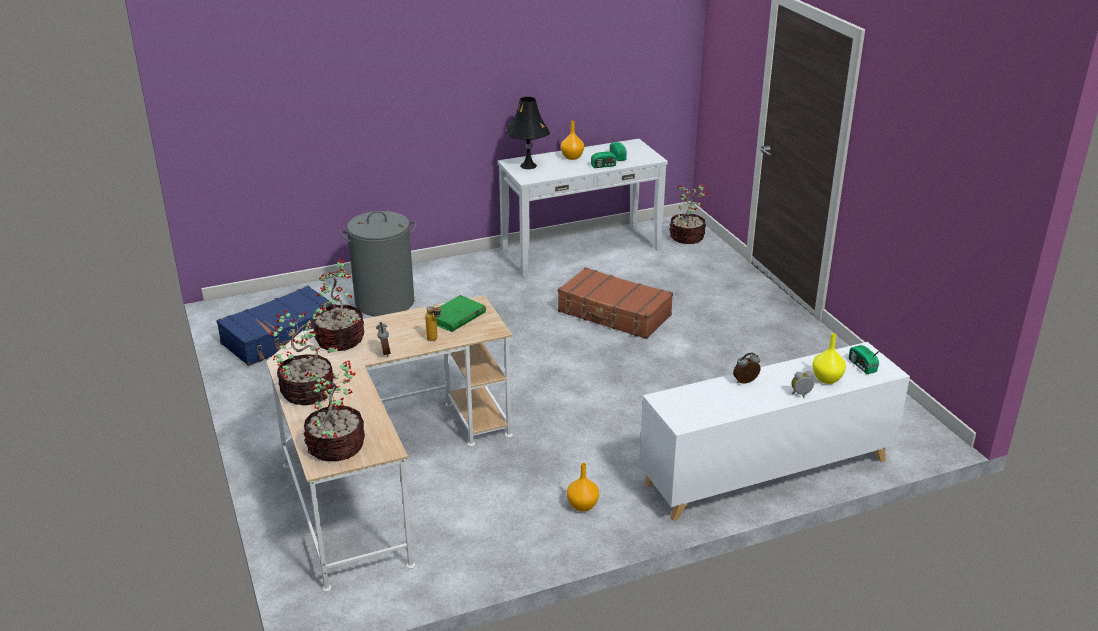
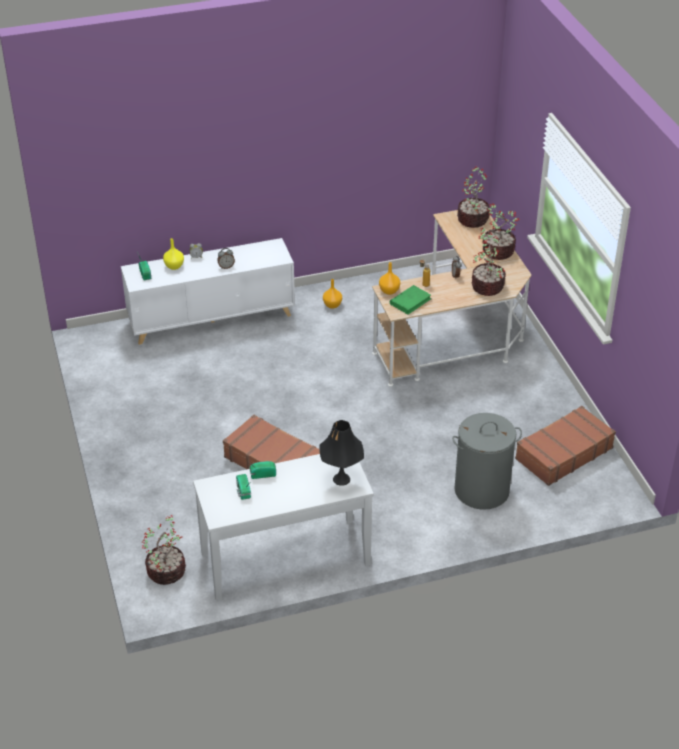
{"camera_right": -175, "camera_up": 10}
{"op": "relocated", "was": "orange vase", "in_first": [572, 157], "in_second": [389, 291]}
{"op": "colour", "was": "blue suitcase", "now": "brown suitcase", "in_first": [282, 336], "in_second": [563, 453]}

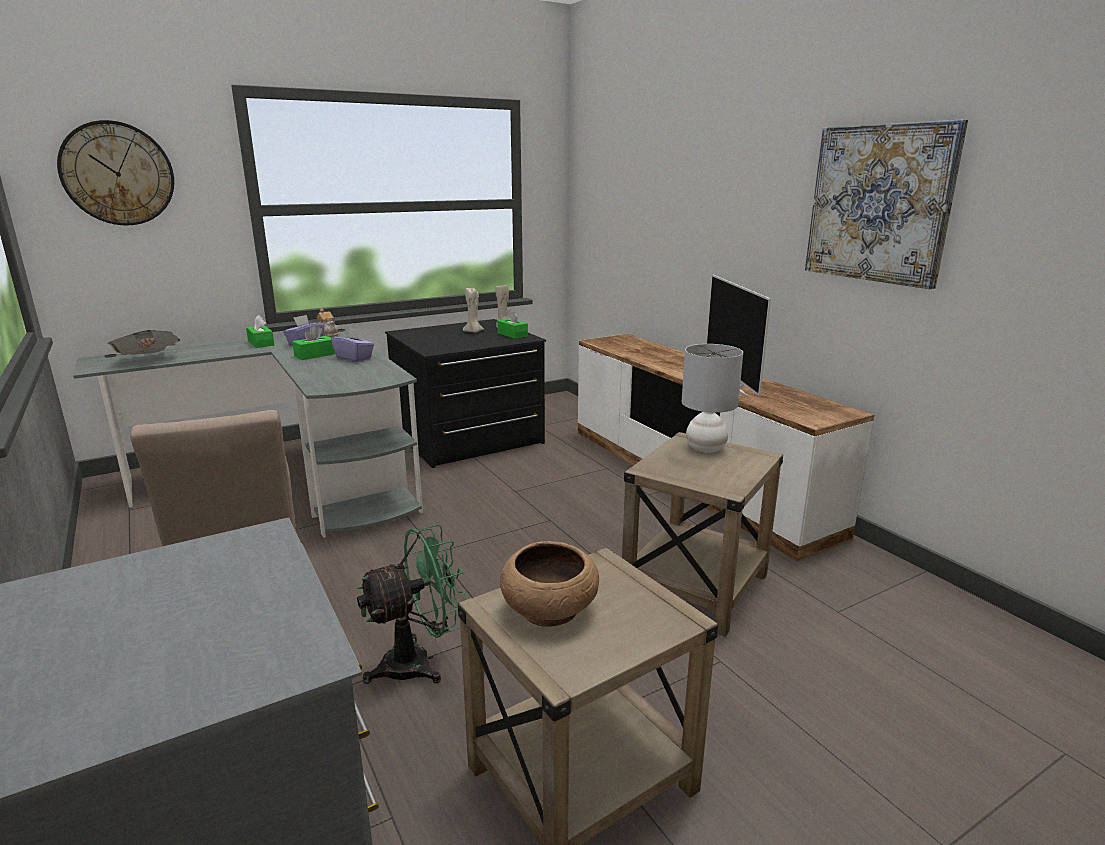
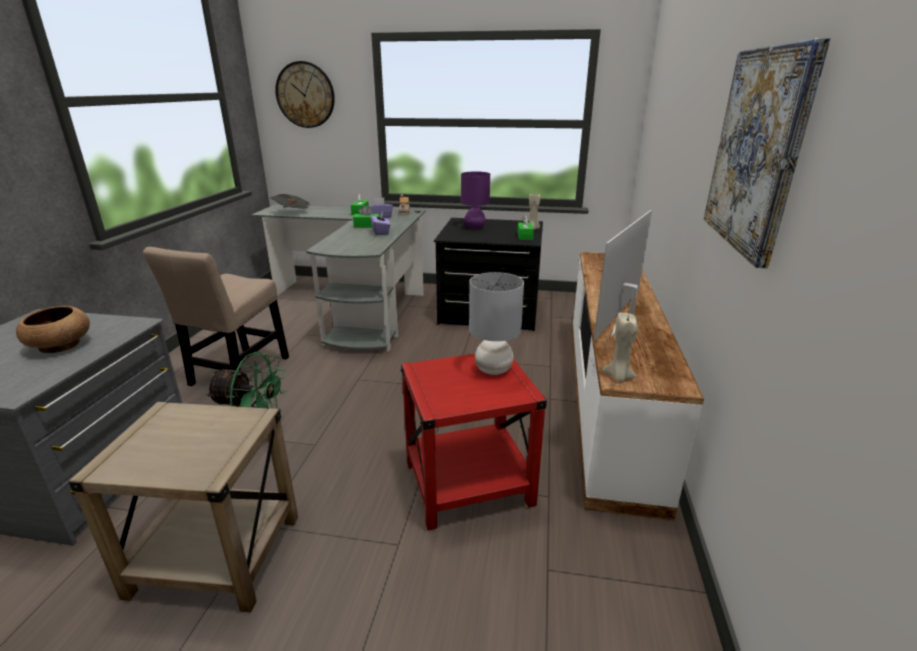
{"camera_right": 40, "camera_up": 5}
{"op": "relocated", "was": "beige candle", "in_first": [473, 332], "in_second": [618, 377]}
{"op": "colour", "was": "beige side table", "now": "red side table", "in_first": [695, 587], "in_second": [469, 483]}
{"op": "relocated", "was": "brown bowl", "in_first": [550, 610], "in_second": [60, 346]}
{"op": "appeared", "now": "purple table lamp", "in_second": [475, 227]}

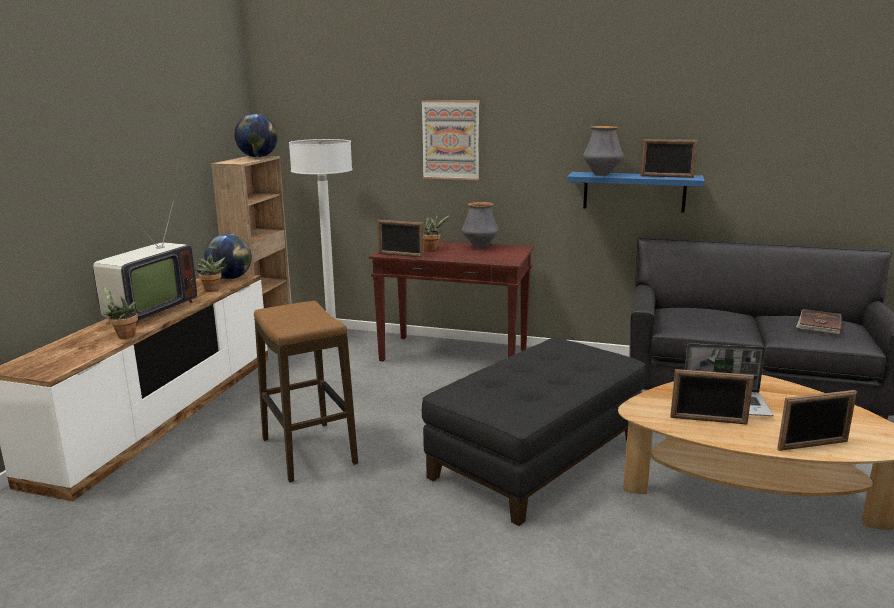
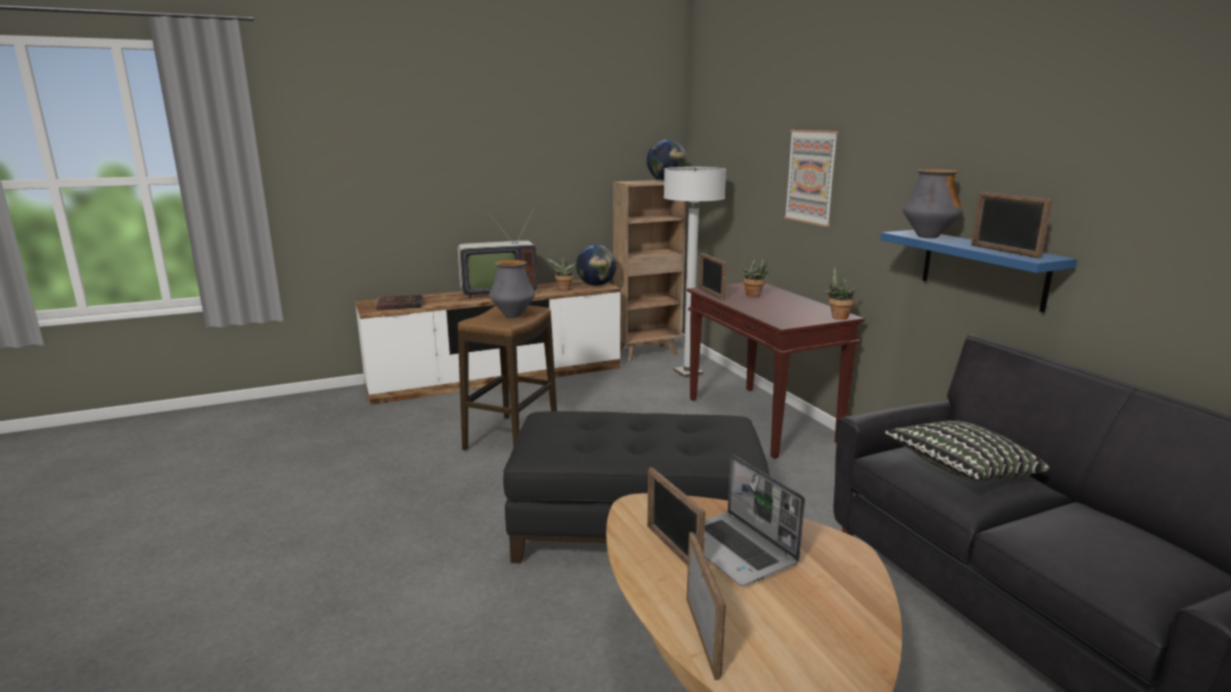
{"camera_right": 50, "camera_up": 0}
{"op": "relocated", "was": "vase", "in_first": [480, 247], "in_second": [513, 315]}
{"op": "relocated", "was": "potted plant", "in_first": [124, 335], "in_second": [837, 317]}
{"op": "relocated", "was": "brown book", "in_first": [818, 324], "in_second": [400, 304]}
{"op": "spun", "was": "picture frame", "in_first": [813, 445], "in_second": [702, 636], "clockwise": -135}
{"op": "appeared", "now": "pillow", "in_second": [960, 471]}

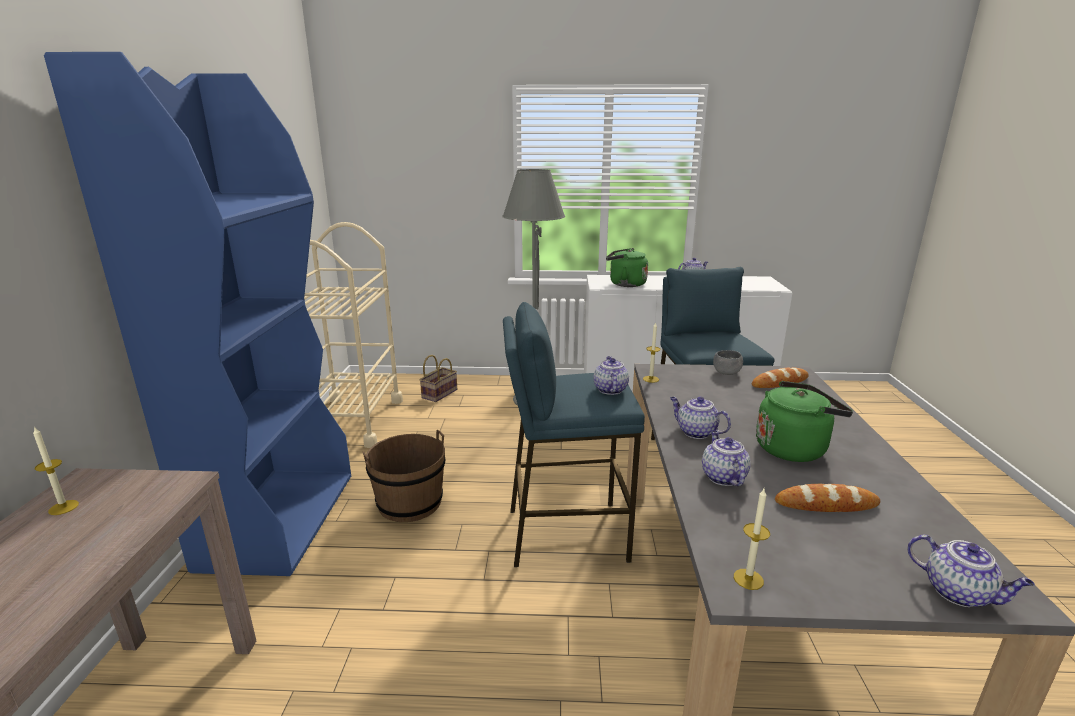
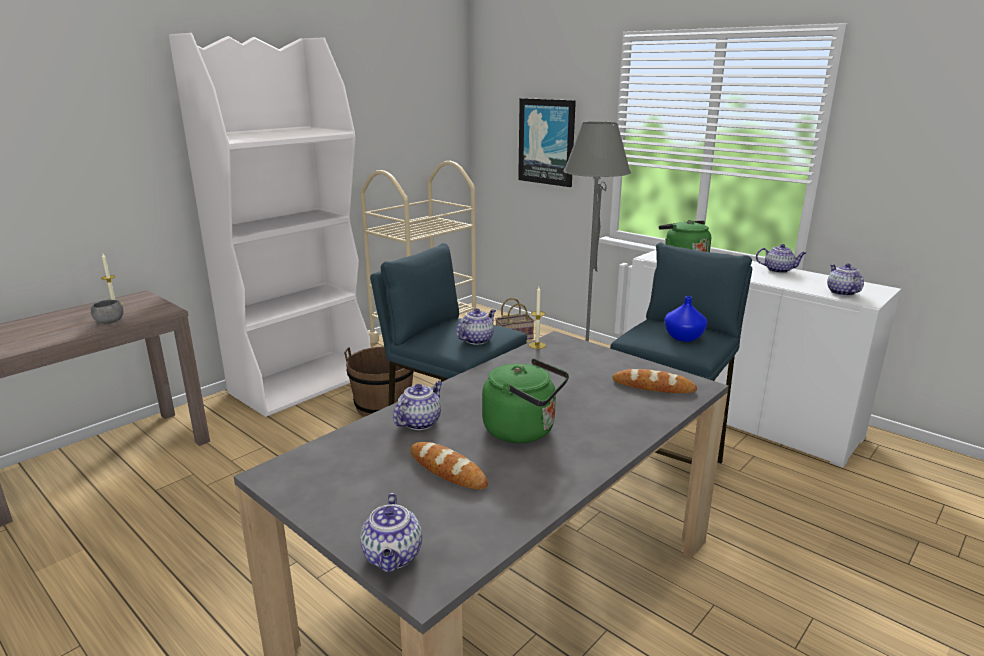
{"camera_right": 40, "camera_up": 0}
{"op": "colour", "was": "blue bookcase", "now": "white bookcase", "in_first": [279, 518], "in_second": [302, 383]}
{"op": "relocated", "was": "grey bowl", "in_first": [726, 372], "in_second": [109, 322]}
{"op": "relocated", "was": "teapot", "in_first": [695, 432], "in_second": [841, 292]}
{"op": "missing", "was": "candle", "in_first": [748, 579]}
{"op": "appeared", "now": "picture", "in_second": [547, 142]}
{"op": "appeared", "now": "blue vase", "in_second": [683, 337]}

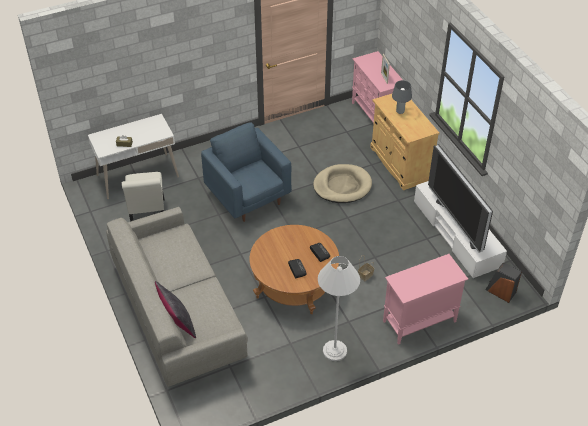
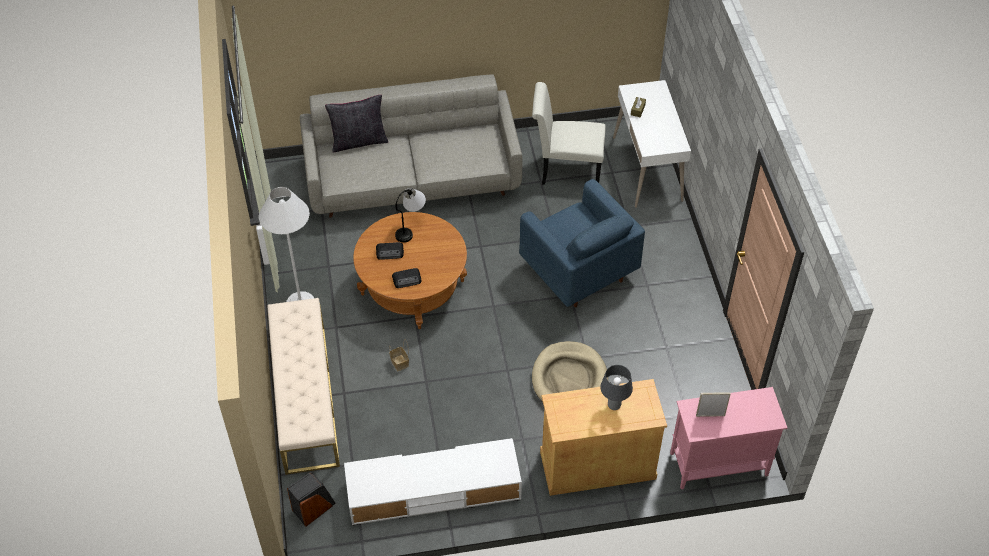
{"camera_right": 105, "camera_up": 5}
{"op": "spun", "was": "blue armchair", "in_first": [248, 197], "in_second": [577, 271], "clockwise": 75}
{"op": "missing", "was": "television", "in_first": [459, 223]}
{"op": "exchanged", "was": "pink cabinet", "now": "beige bench", "in_first": [419, 322], "in_second": [305, 398]}
{"op": "appeared", "now": "table lamp", "in_second": [411, 228]}

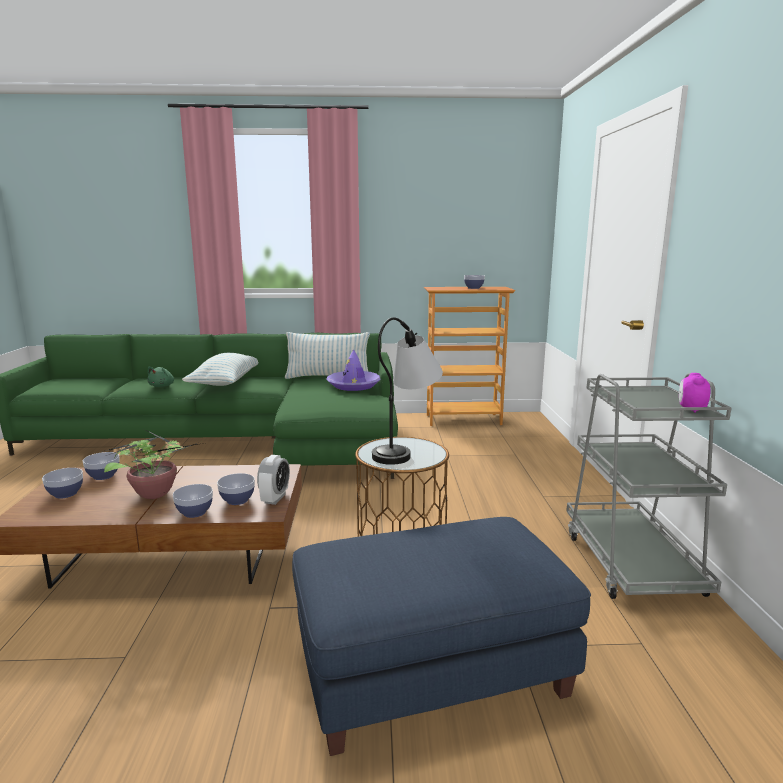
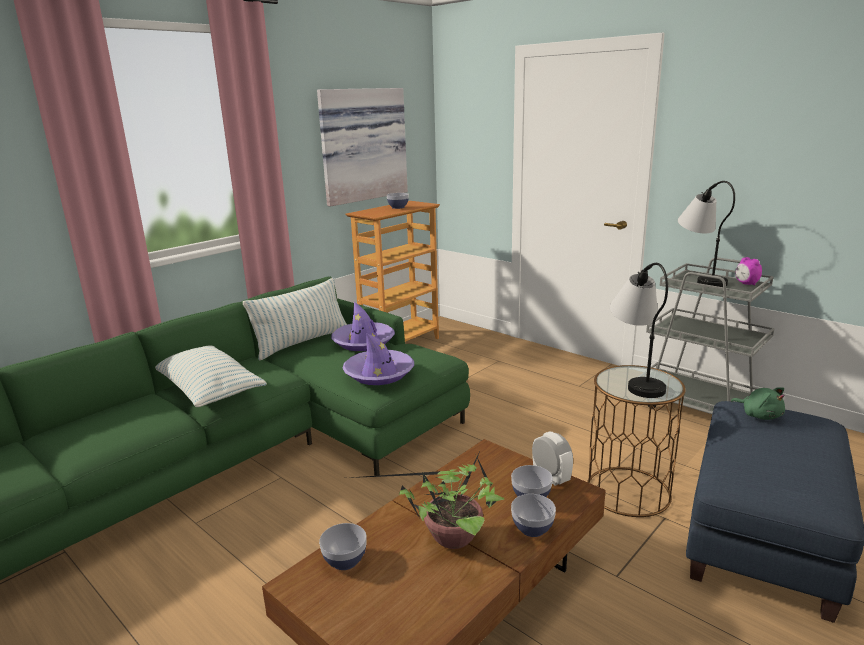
{"camera_right": -45, "camera_up": 5}
{"op": "relocated", "was": "green plush toy", "in_first": [162, 386], "in_second": [759, 415]}
{"op": "missing", "was": "bowl", "in_first": [65, 494]}
{"op": "appeared", "now": "picture", "in_second": [361, 145]}
{"op": "appeared", "now": "table lamp", "in_second": [699, 278]}
{"op": "appeared", "now": "purple hat", "in_second": [379, 373]}

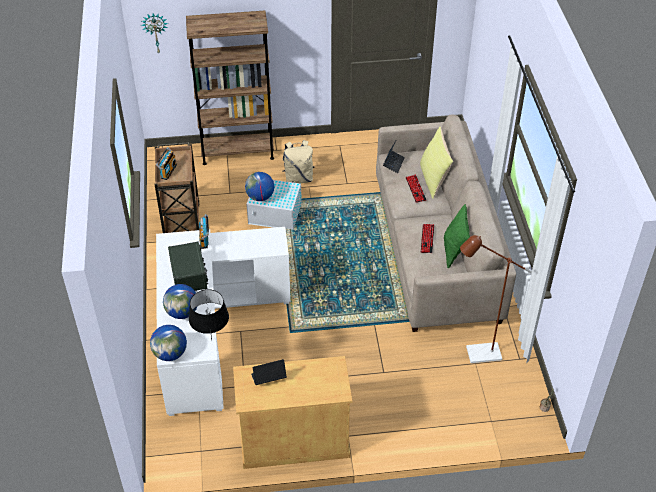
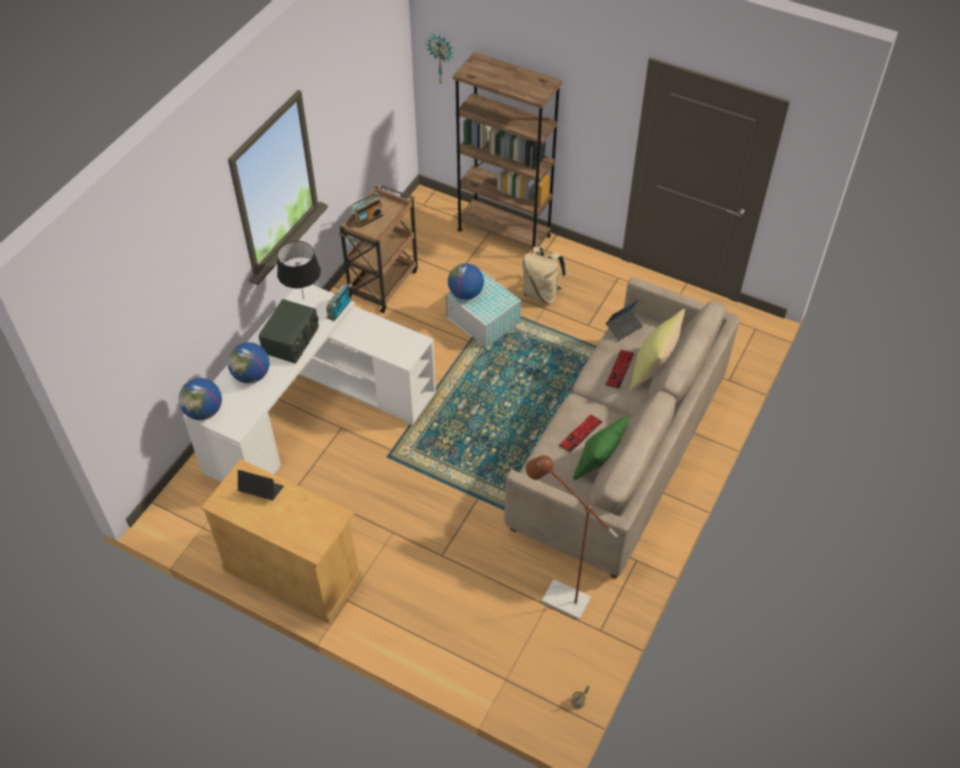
{"camera_right": 35, "camera_up": 5}
{"op": "relocated", "was": "black table lamp", "in_first": [212, 340], "in_second": [304, 299]}

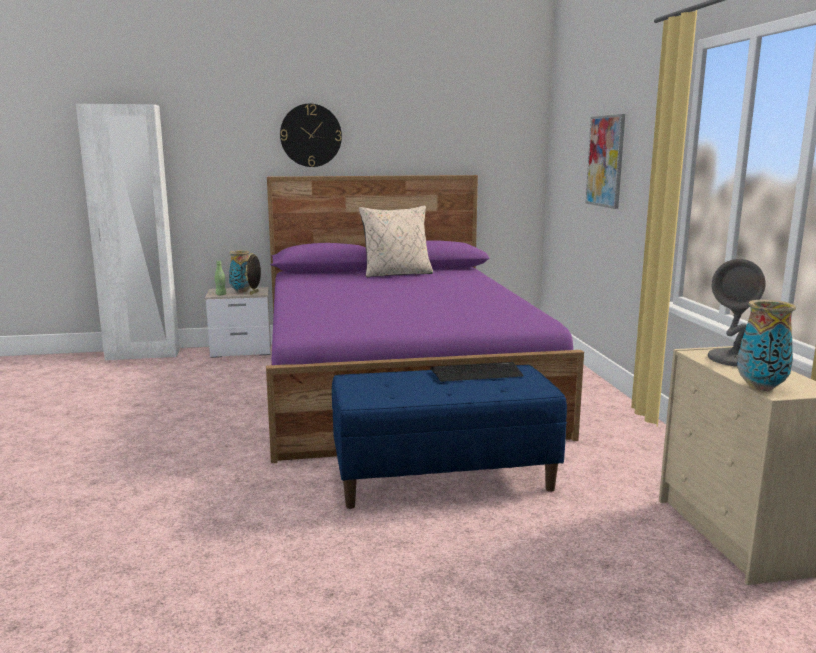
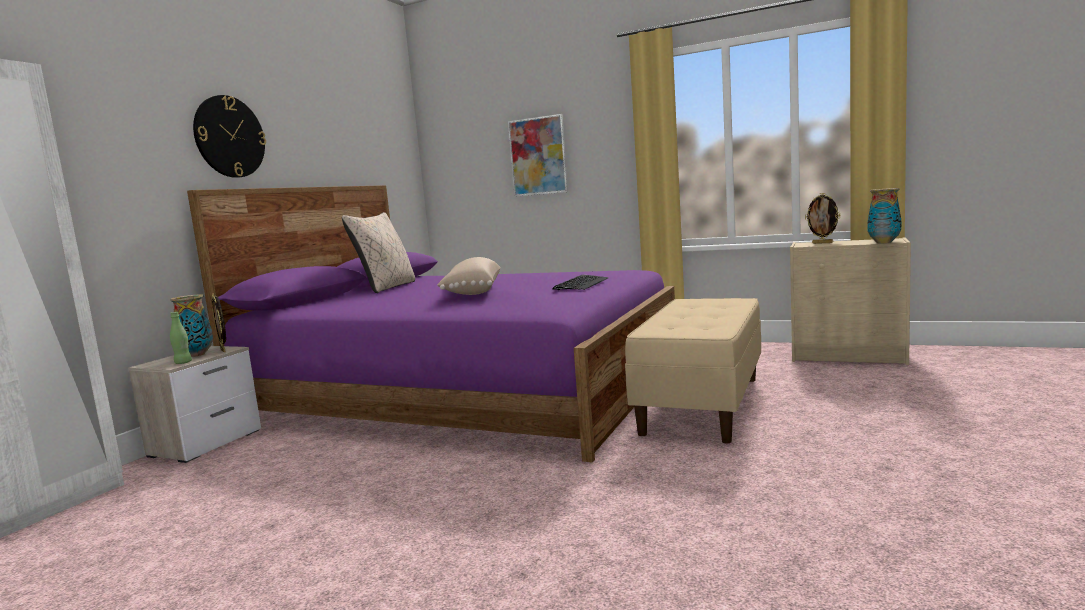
{"camera_right": -55, "camera_up": -5}
{"op": "exchanged", "was": "grey table lamp", "now": "picture frame", "in_first": [736, 359], "in_second": [822, 243]}
{"op": "relocated", "was": "keyboard", "in_first": [477, 373], "in_second": [581, 284]}
{"op": "colour", "was": "blue bench", "now": "beige bench", "in_first": [444, 478], "in_second": [701, 404]}
{"op": "appeared", "now": "beige pillow", "in_second": [471, 292]}

